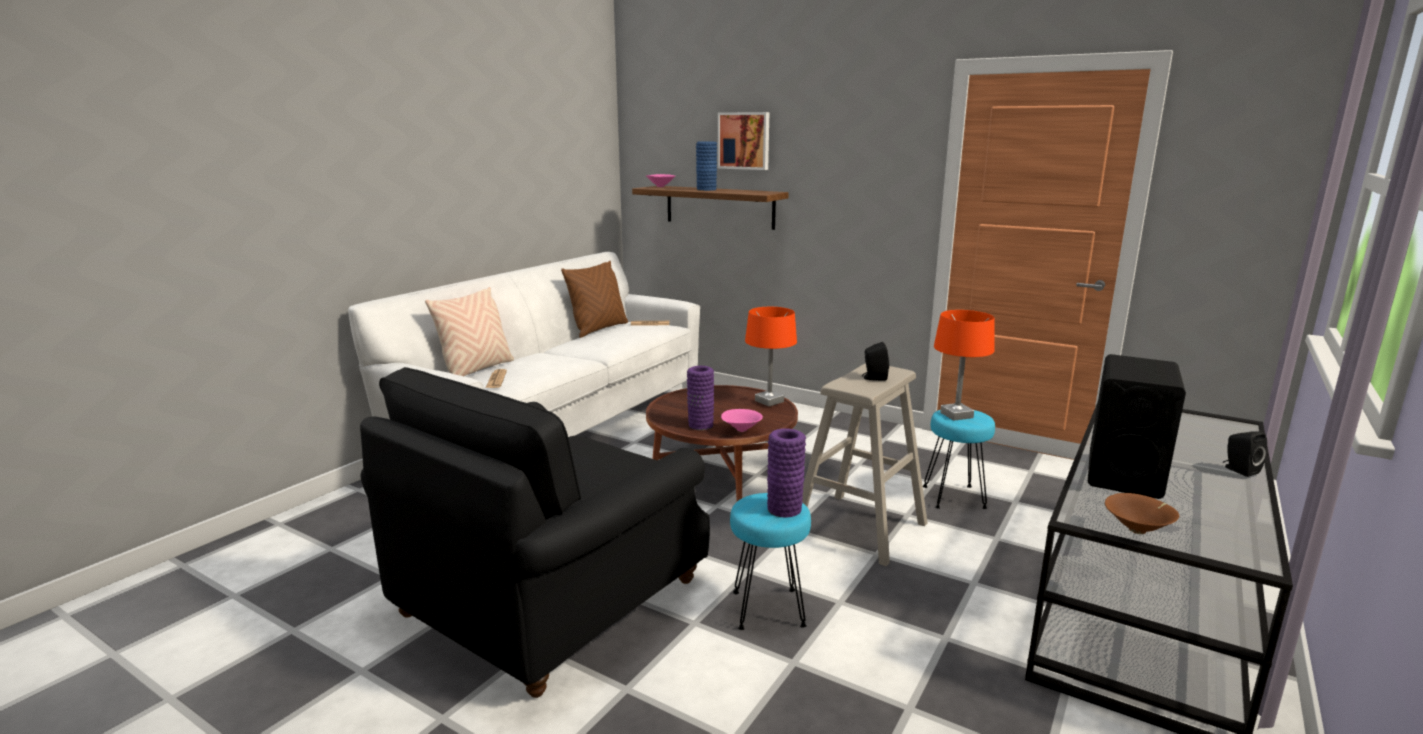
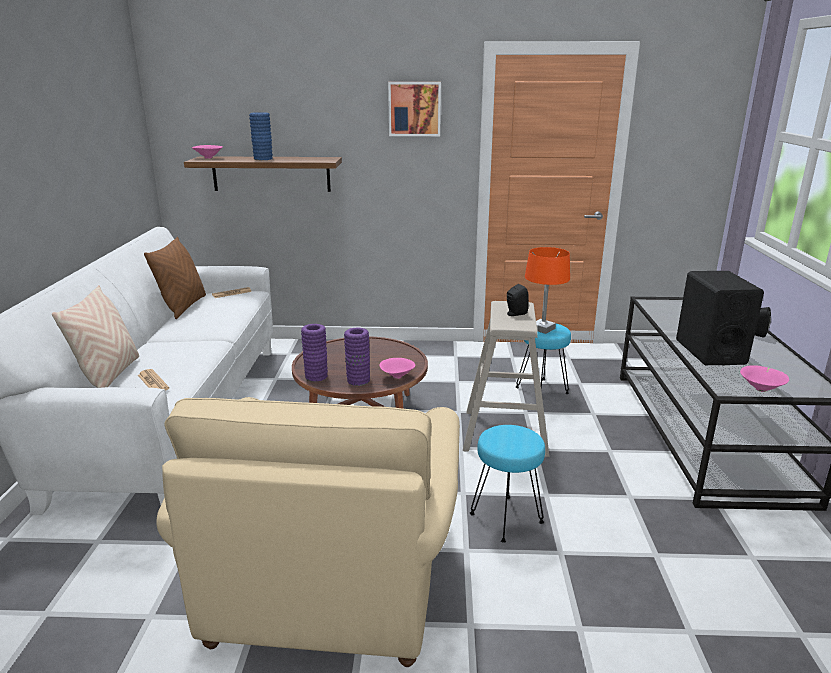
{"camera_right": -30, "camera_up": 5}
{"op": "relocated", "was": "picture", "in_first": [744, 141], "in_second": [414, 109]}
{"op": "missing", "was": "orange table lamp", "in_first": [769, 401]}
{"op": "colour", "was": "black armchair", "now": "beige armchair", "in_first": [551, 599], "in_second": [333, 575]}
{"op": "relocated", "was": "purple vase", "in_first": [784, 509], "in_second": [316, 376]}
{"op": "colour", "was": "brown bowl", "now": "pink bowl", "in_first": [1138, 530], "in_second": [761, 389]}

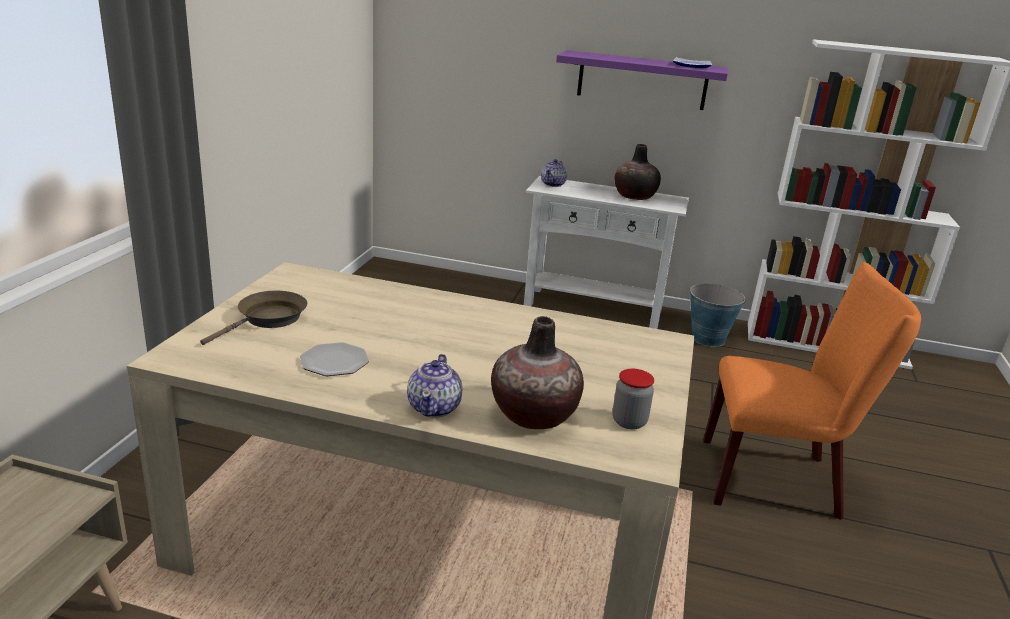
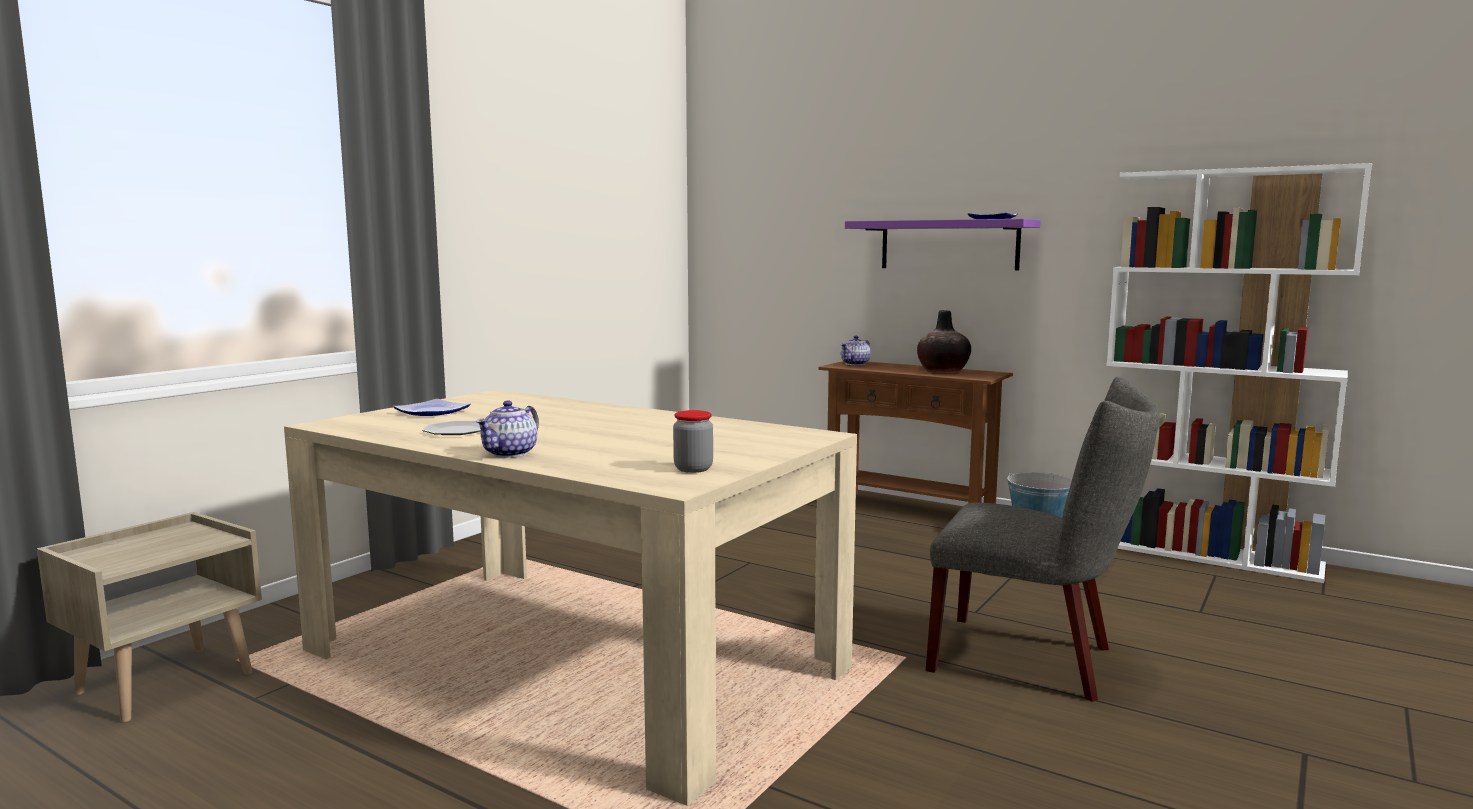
{"camera_right": 20, "camera_up": -15}
{"op": "colour", "was": "white console table", "now": "brown console table", "in_first": [593, 308], "in_second": [909, 509]}
{"op": "colour", "was": "orange chair", "now": "grey chair", "in_first": [779, 479], "in_second": [1033, 660]}
{"op": "exchanged", "was": "brown frying pan", "now": "plate", "in_first": [268, 319], "in_second": [434, 412]}
{"op": "missing", "was": "vase", "in_first": [533, 415]}

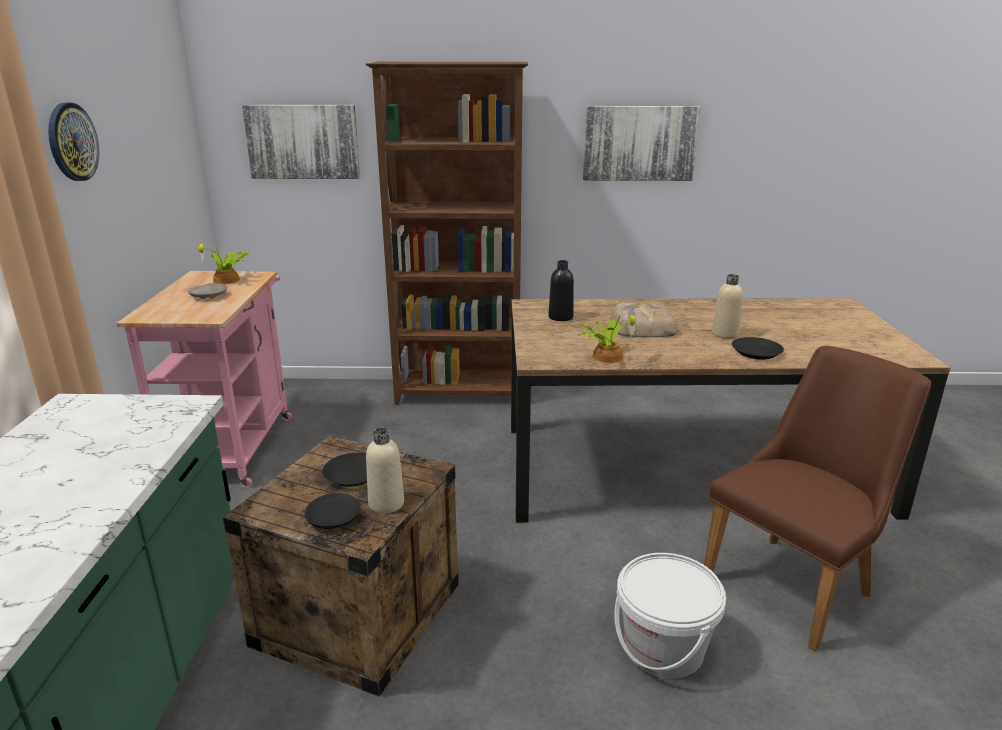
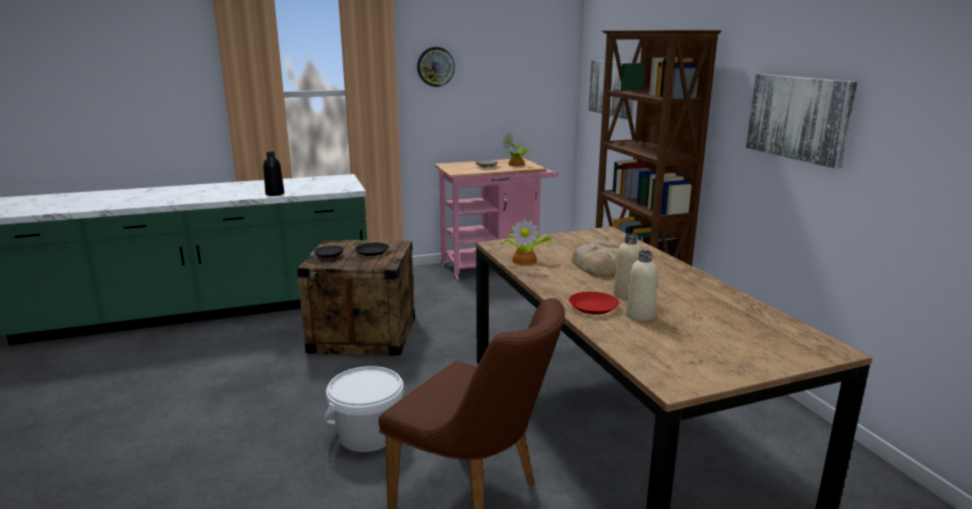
{"camera_right": 70, "camera_up": -5}
{"op": "relocated", "was": "black bottle", "in_first": [560, 317], "in_second": [275, 194]}
{"op": "colour", "was": "black plate", "now": "red plate", "in_first": [756, 352], "in_second": [593, 307]}
{"op": "relocated", "was": "beige bottle", "in_first": [386, 503], "in_second": [640, 315]}

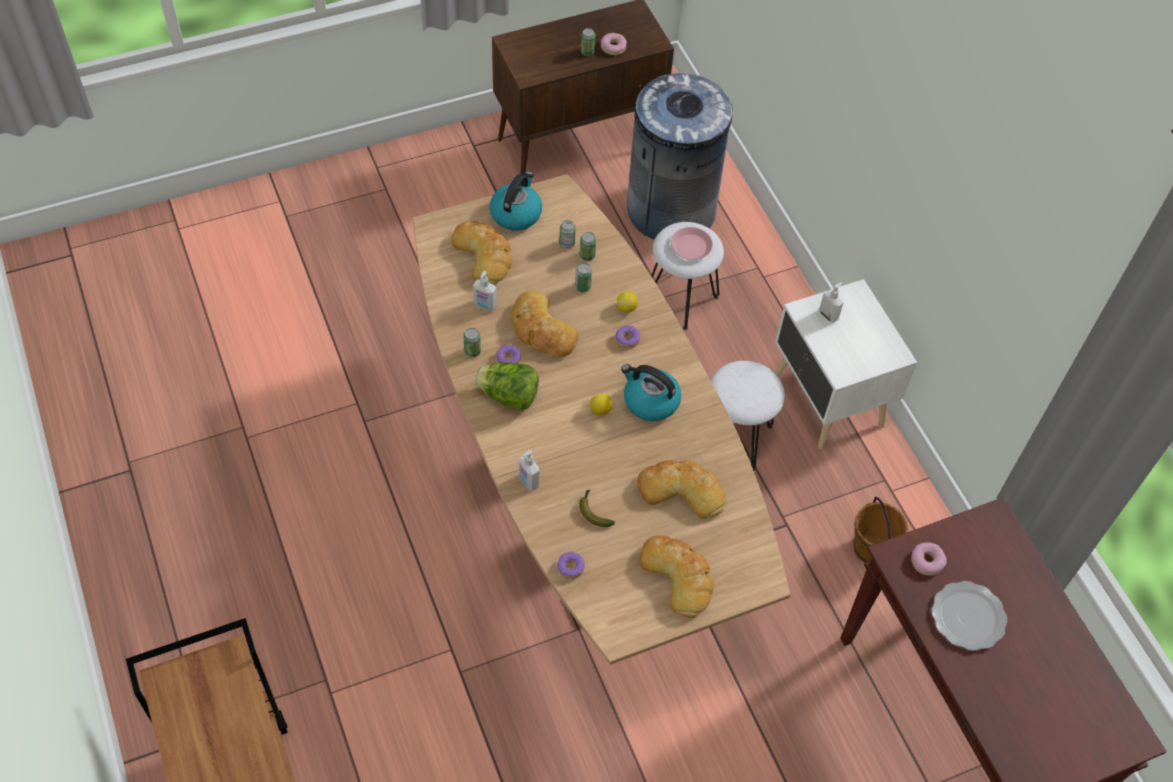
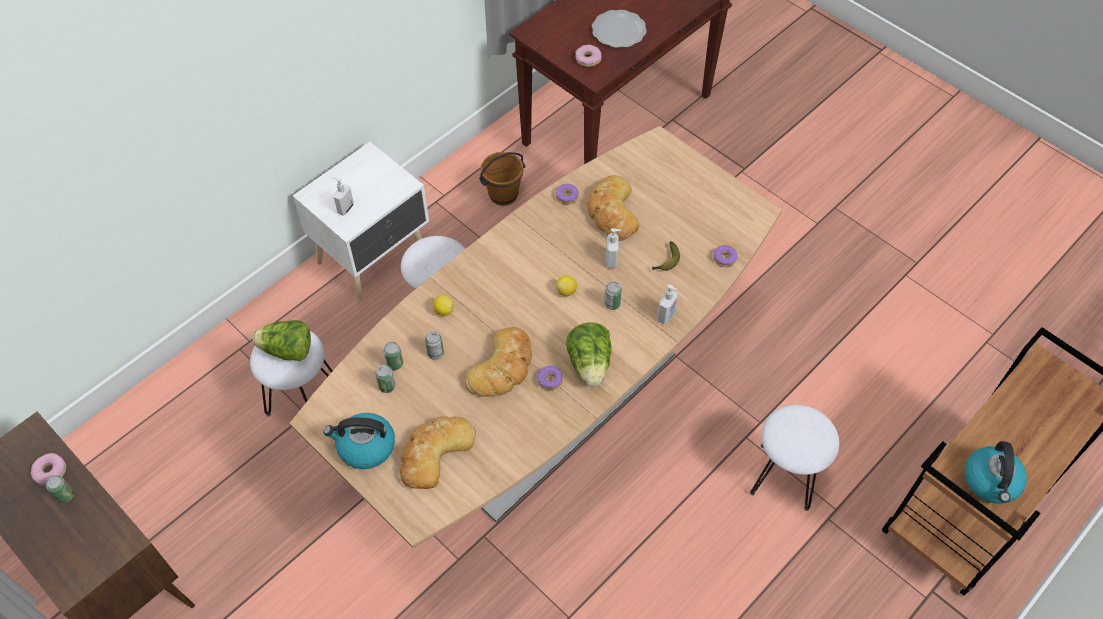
{"camera_right": -110, "camera_up": 0}
{"op": "missing", "was": "grey trash can", "in_first": [670, 210]}
{"op": "exchanged", "was": "pink plate", "now": "lettuce", "in_first": [691, 246], "in_second": [287, 350]}
{"op": "relocated", "was": "soap dispenser", "in_first": [485, 305], "in_second": [612, 260]}
{"op": "relocated", "was": "donut", "in_first": [627, 339], "in_second": [567, 197]}
{"op": "relocated", "was": "can", "in_first": [472, 351], "in_second": [612, 304]}
{"op": "relocated", "was": "kettle", "in_first": [650, 401], "in_second": [991, 482]}
{"op": "missing", "was": "bread", "in_first": [678, 576]}
{"op": "appeared", "now": "white stool", "in_second": [784, 477]}

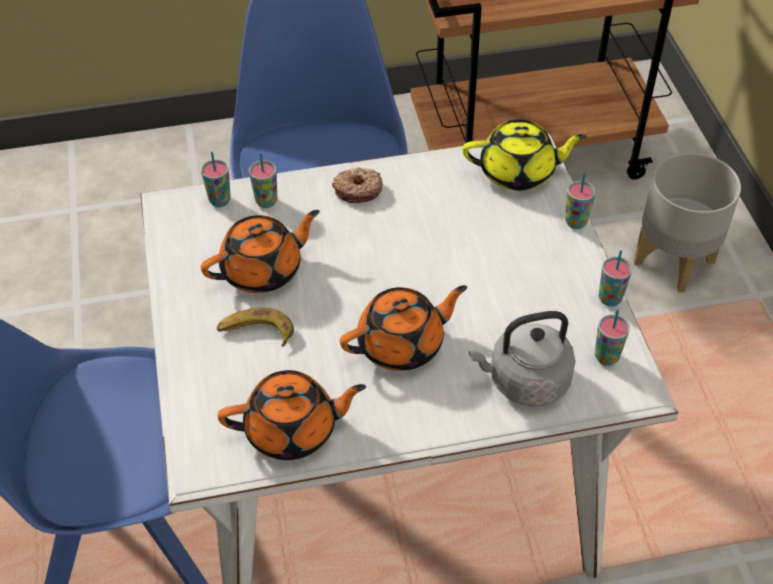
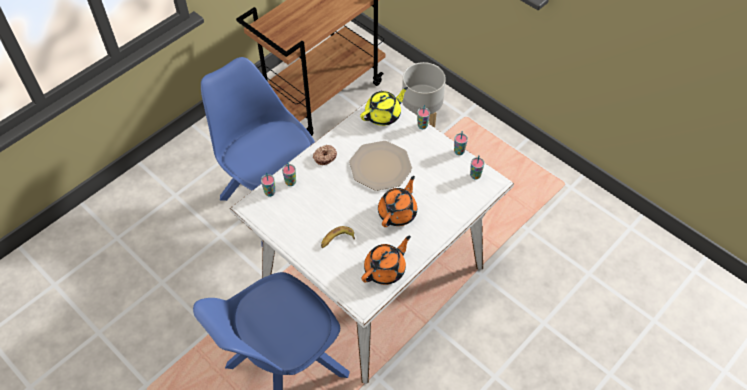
{"camera_right": -35, "camera_up": 5}
{"op": "missing", "was": "orange teapot", "in_first": [263, 270]}
{"op": "missing", "was": "grey kettle", "in_first": [524, 381]}
{"op": "appeared", "now": "plate", "in_second": [380, 167]}

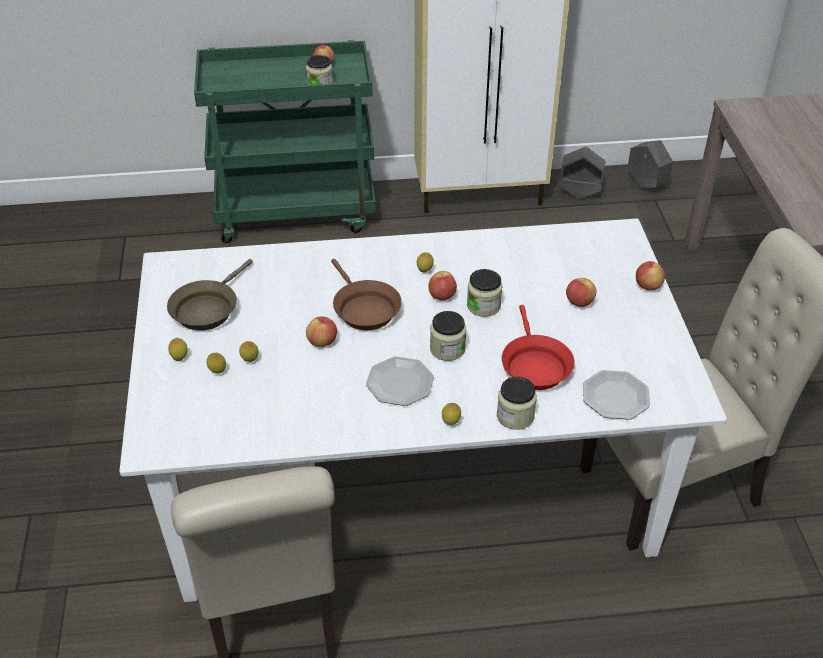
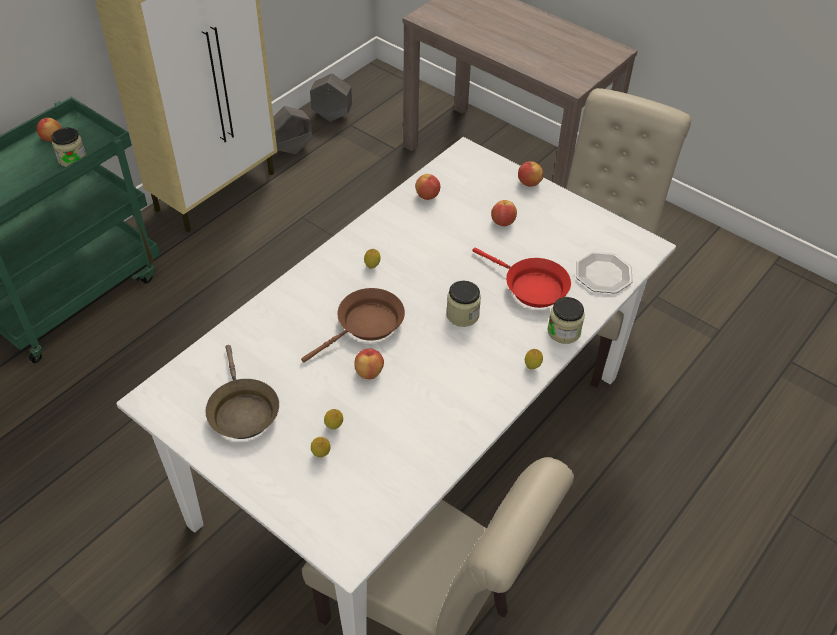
{"camera_right": -45, "camera_up": 5}
{"op": "spun", "was": "brown frying pan", "in_first": [364, 309], "in_second": [366, 325], "clockwise": -60}
{"op": "missing", "was": "jar", "in_first": [483, 306]}
{"op": "relocated", "was": "apple", "in_first": [442, 296], "in_second": [427, 196]}
{"op": "missing", "was": "lemon", "in_first": [179, 358]}
{"op": "missing", "was": "plate", "in_first": [400, 383]}

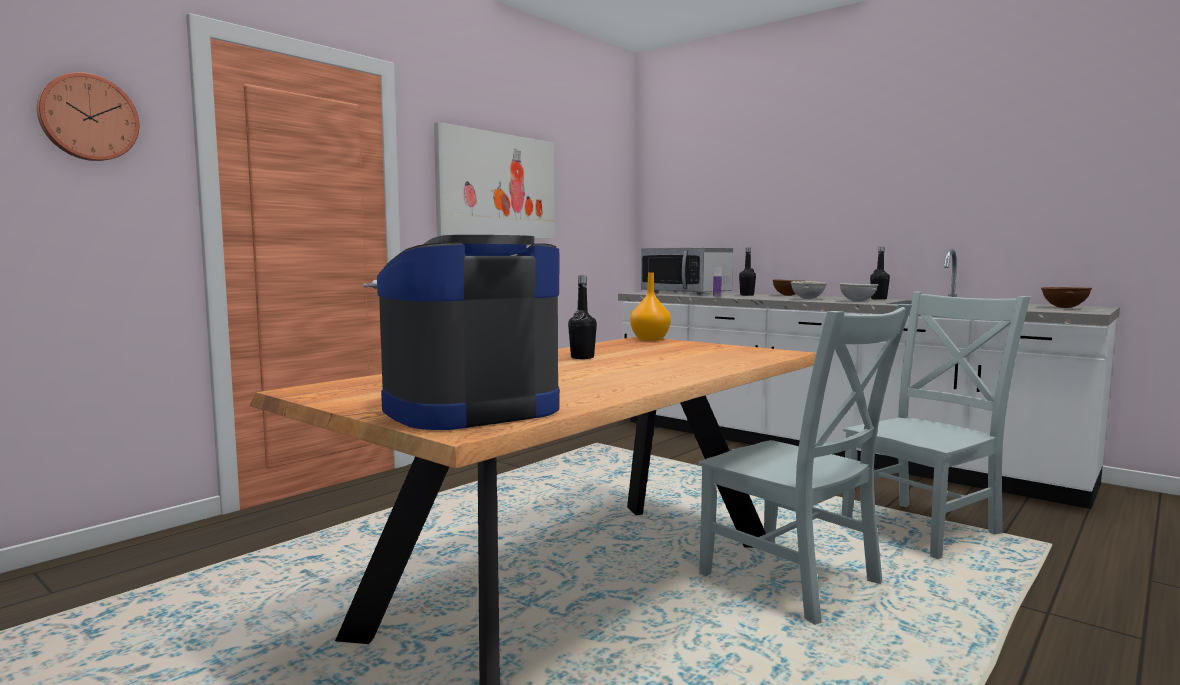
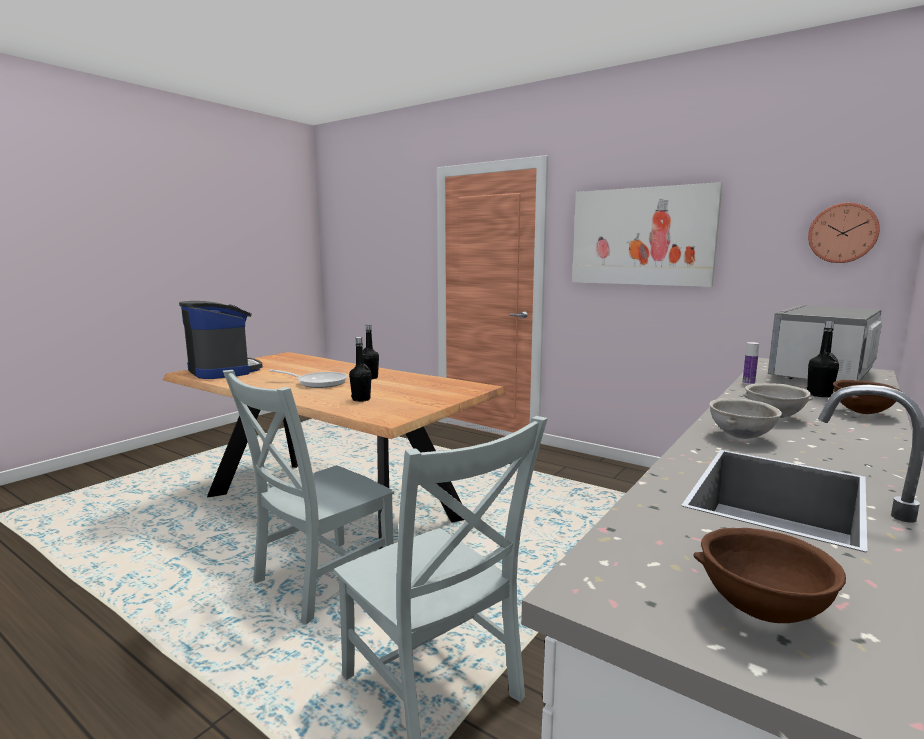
{"camera_right": 85, "camera_up": 5}
{"op": "relocated", "was": "wall clock", "in_first": [88, 118], "in_second": [842, 233]}
{"op": "relocated", "was": "black bottle", "in_first": [878, 299], "in_second": [361, 399]}
{"op": "missing", "was": "orange vase", "in_first": [650, 339]}
{"op": "appeared", "now": "frying pan", "in_second": [318, 382]}

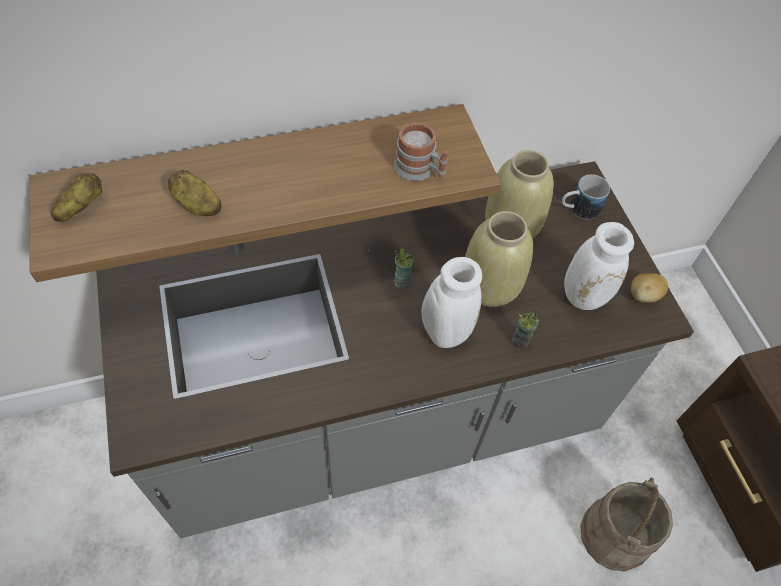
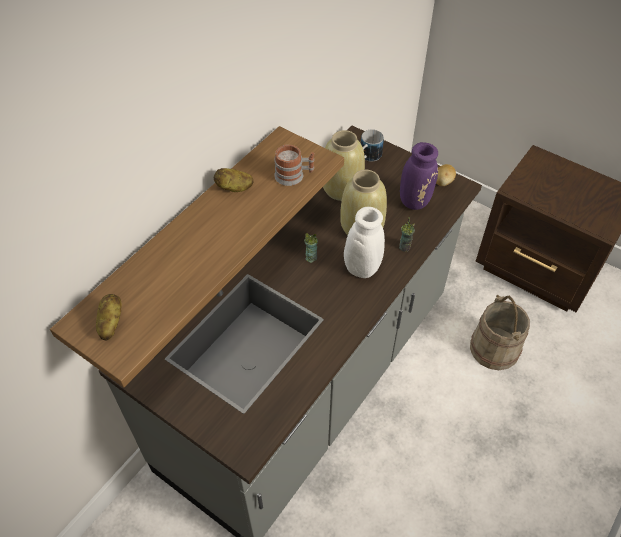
{"camera_right": -35, "camera_up": -5}
{"op": "colour", "was": "white vase", "now": "purple vase", "in_first": [586, 295], "in_second": [414, 200]}
{"op": "relocated", "was": "potato", "in_first": [197, 205], "in_second": [234, 188]}

